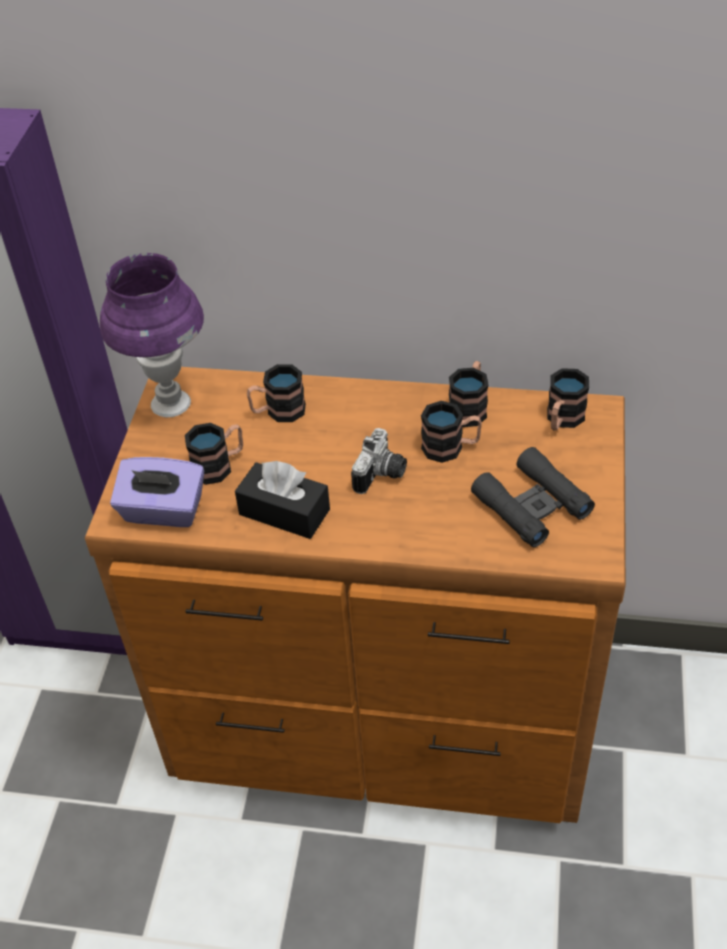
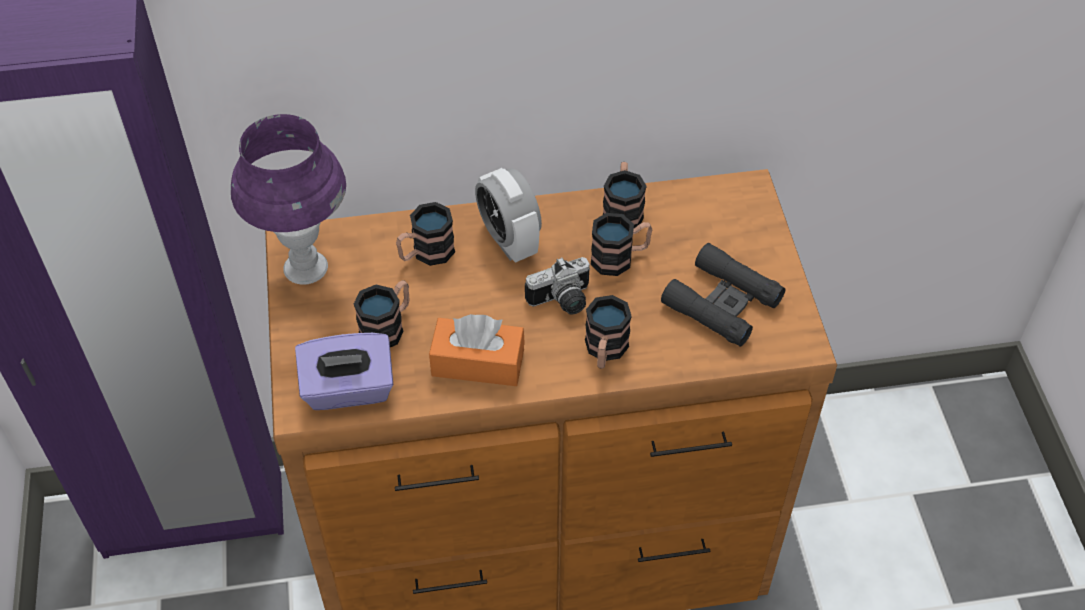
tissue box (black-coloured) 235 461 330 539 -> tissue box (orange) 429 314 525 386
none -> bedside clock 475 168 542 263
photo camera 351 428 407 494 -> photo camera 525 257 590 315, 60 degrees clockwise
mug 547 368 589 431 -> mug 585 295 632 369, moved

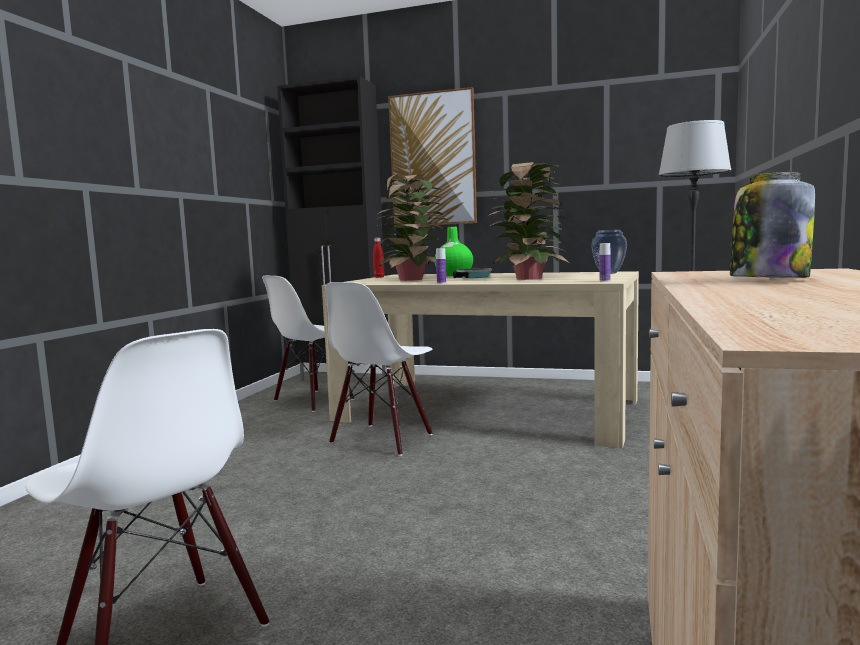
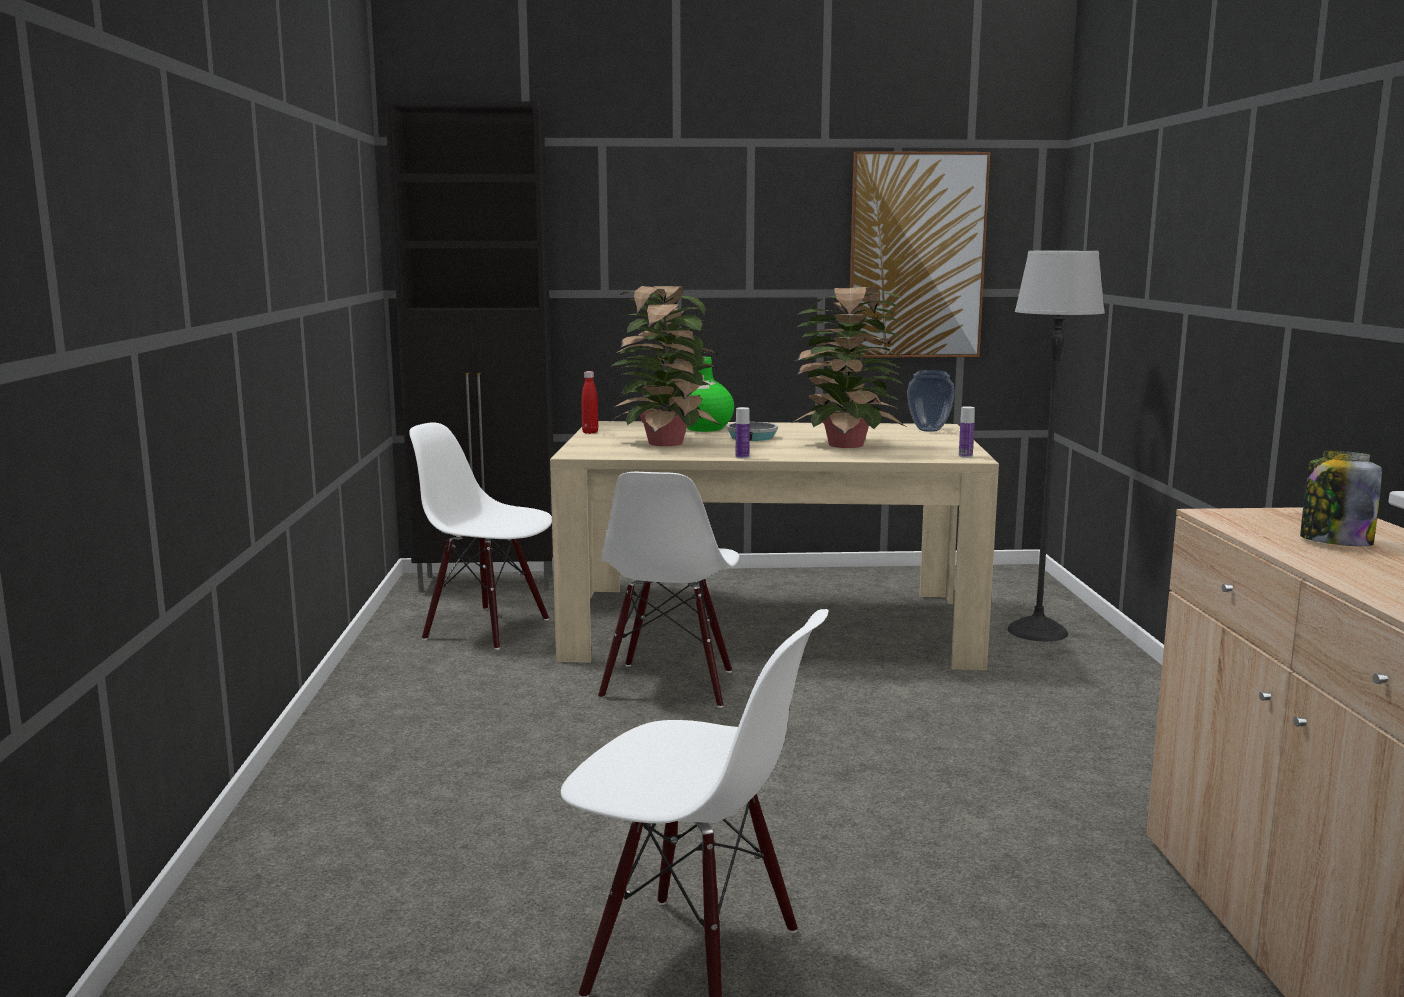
chair (white) 262 276 354 412 -> chair (white) 409 422 552 650, 90 degrees clockwise
wall picture 388 87 477 227 -> wall picture 850 151 990 358, moved

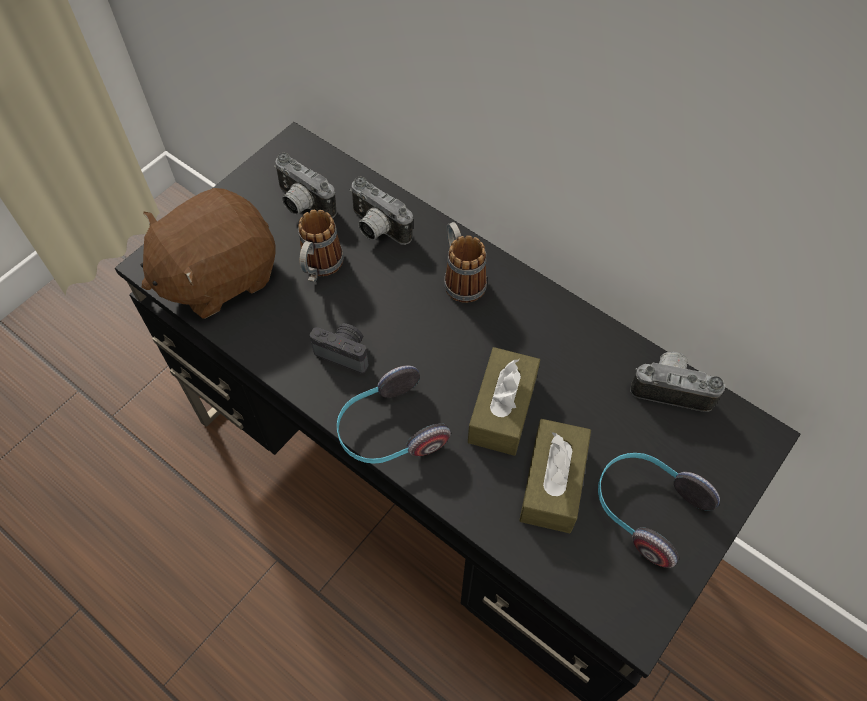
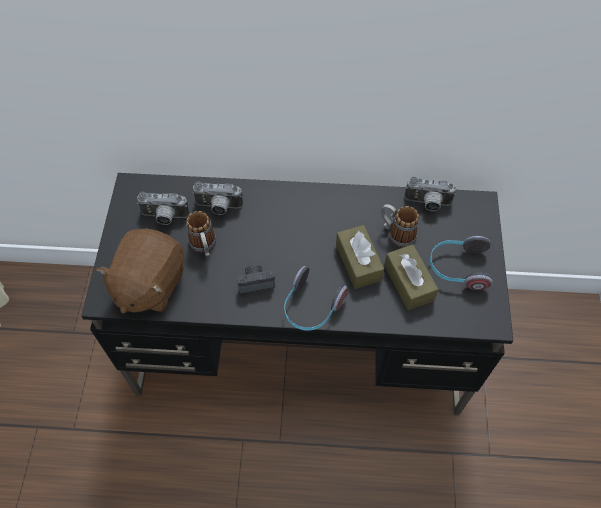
mug 444 222 487 303 -> mug 381 204 419 247, moved
photo camera 630 352 725 412 -> photo camera 404 177 456 211, 150 degrees counterclockwise

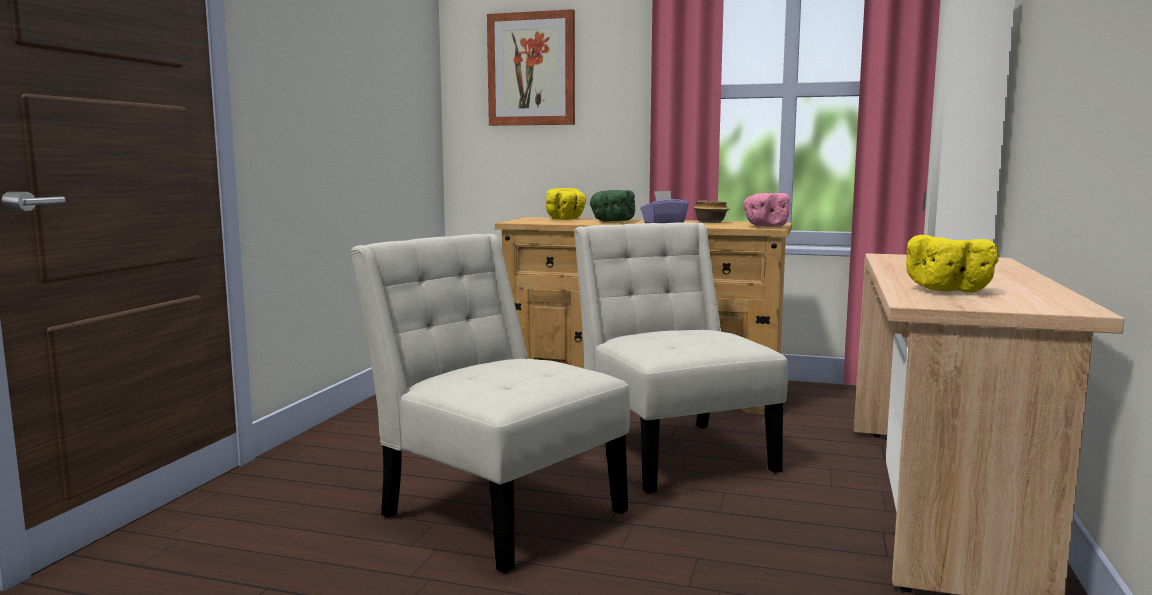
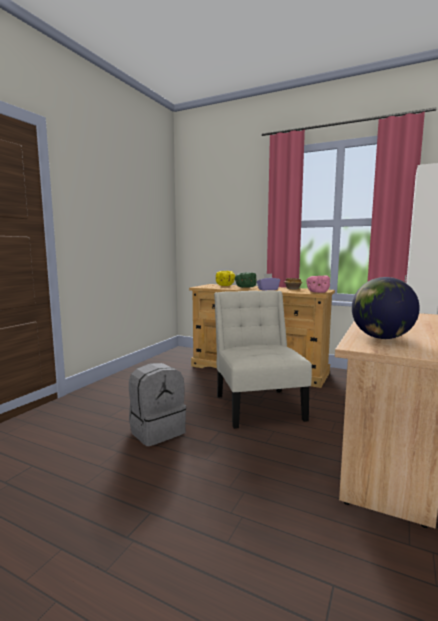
chair (white) 350 234 630 574 -> knapsack (grey) 129 363 186 446
deep dish (yellow-coloured) 906 235 999 293 -> world globe 352 277 420 339
wall picture 487 9 575 126 -> none

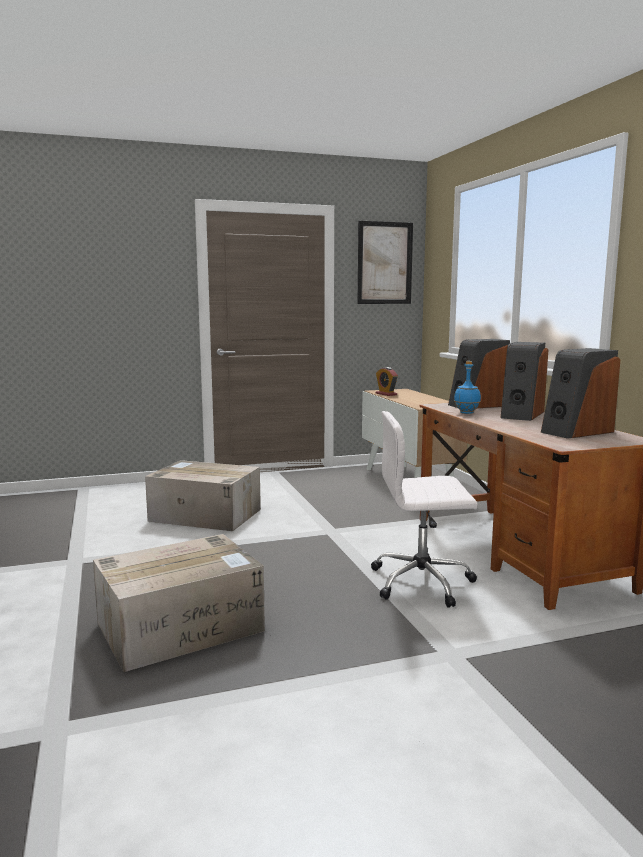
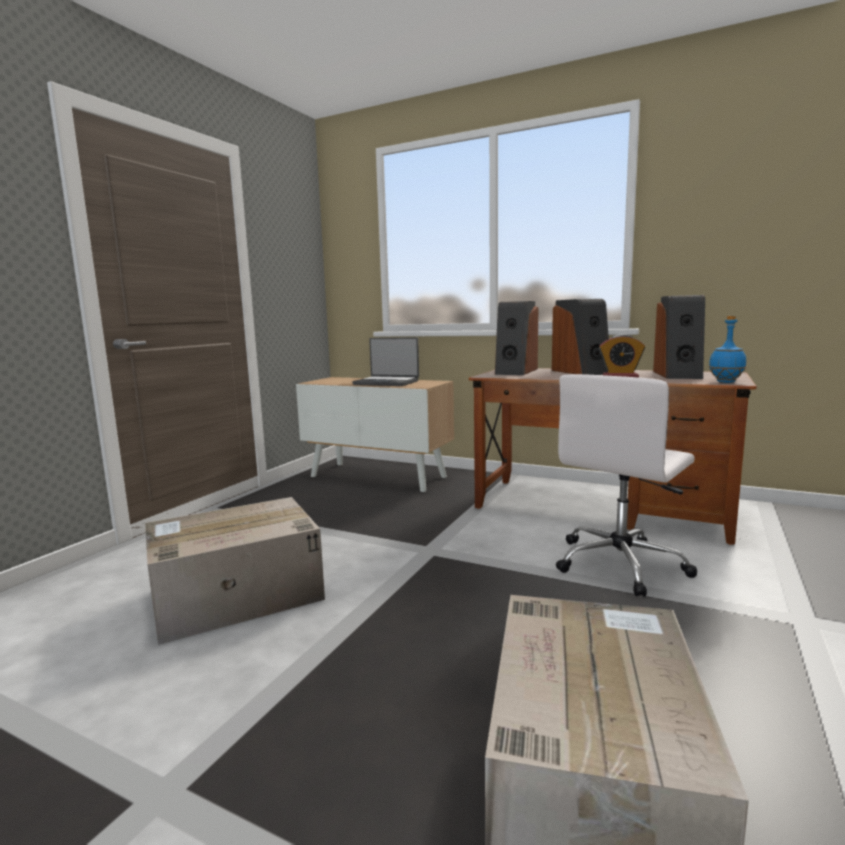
none -> laptop 352 337 419 386
bedside clock 376 367 398 396 -> bedside clock 599 334 645 377, moved
beverage bottle (blue) 454 361 481 414 -> beverage bottle (blue) 709 316 746 383, moved
wall picture 357 221 413 304 -> none

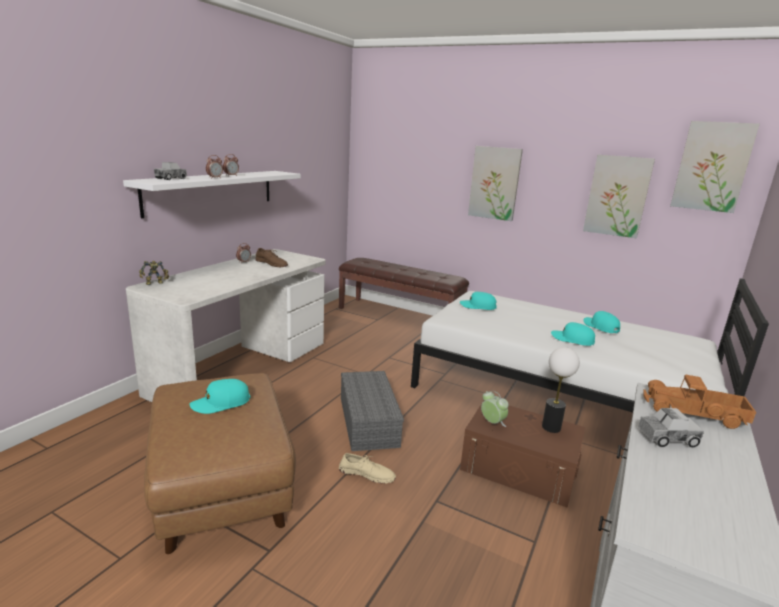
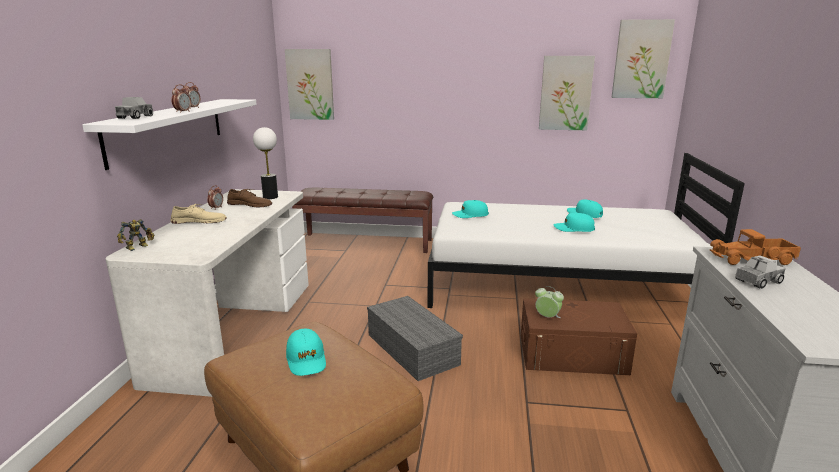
low shoe (sand-coloured) 339 453 396 484 -> low shoe (sand-coloured) 171 204 227 224, moved
tabletop lamp 542 347 580 433 -> tabletop lamp 253 127 278 199, moved
wall picture 468 146 523 221 -> wall picture 285 49 334 120, moved
cap (blue-green) 190 379 251 414 -> cap (blue-green) 286 329 326 376, 60 degrees counterclockwise

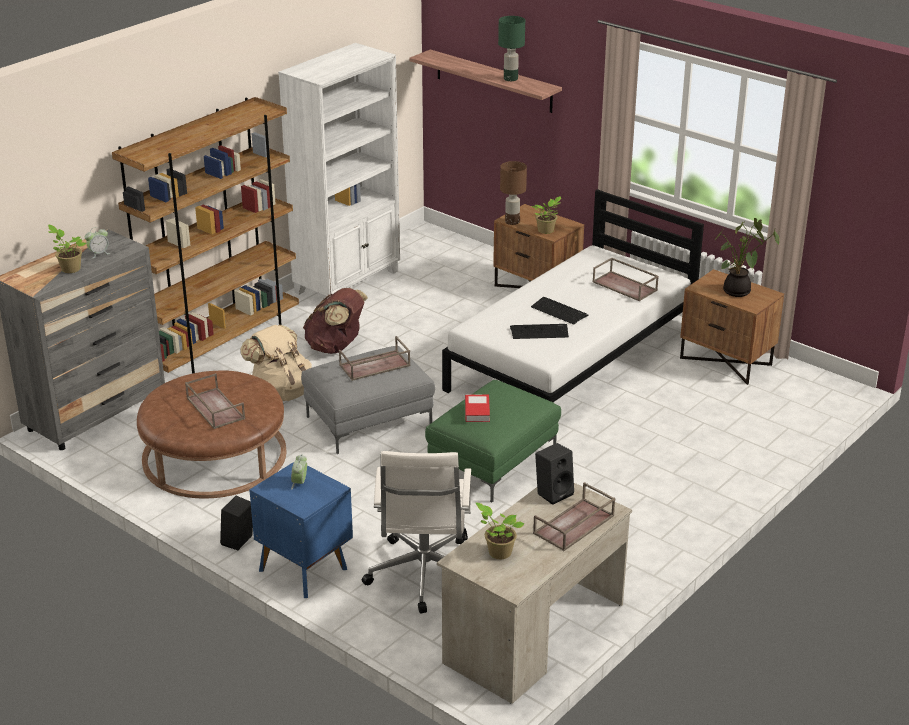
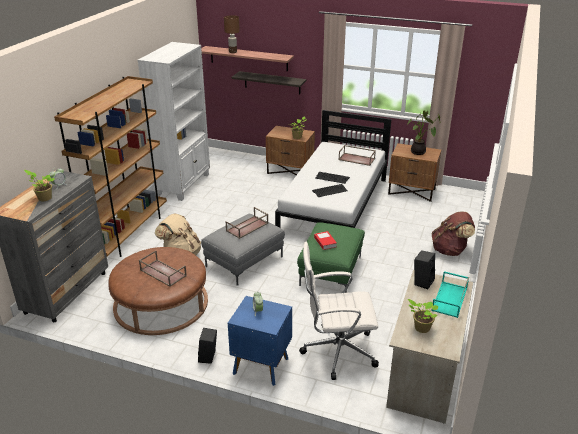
tabletop lamp (brownish) 500 161 527 225 -> tabletop lamp (brownish) 224 15 240 53, moved
none -> wall shelf 232 71 306 95
office chair (white) 362 451 471 613 -> office chair (white) 299 242 379 380, 105 degrees clockwise
tray (brownish) 533 482 615 551 -> tray (blue-green) 431 271 469 318
knapsack (brownish) 303 288 368 354 -> knapsack (brownish) 432 212 475 256, moved
tabletop lamp (green-coloured) 498 16 525 81 -> none

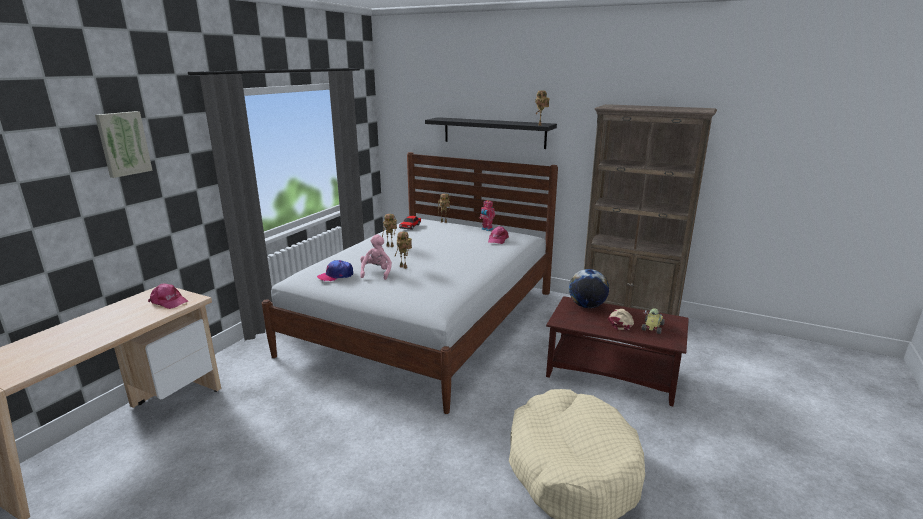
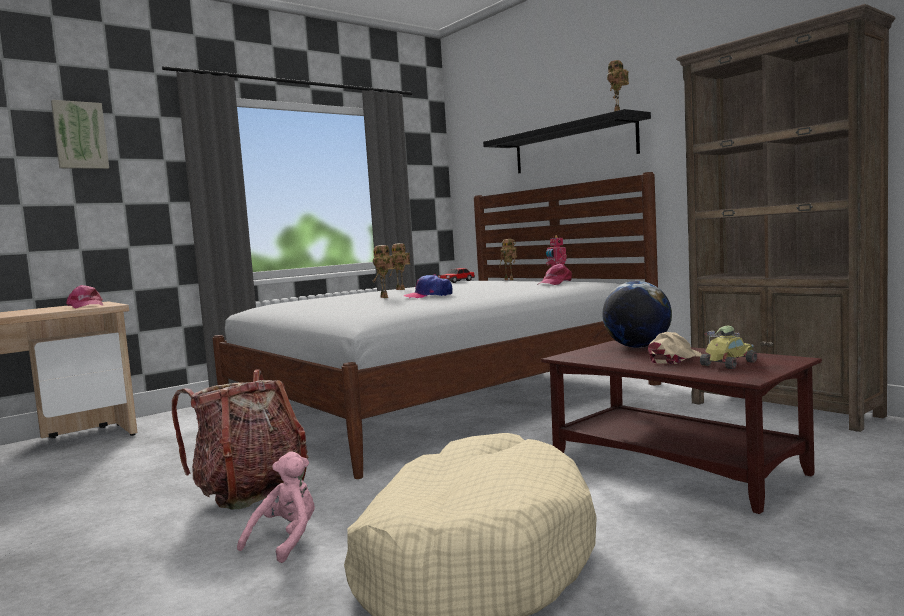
none -> knapsack 172 370 308 509
cuddly toy (pink) 360 234 392 280 -> cuddly toy (pink) 237 452 315 563, moved
cap 317 260 353 281 -> cap 403 274 453 298, moved

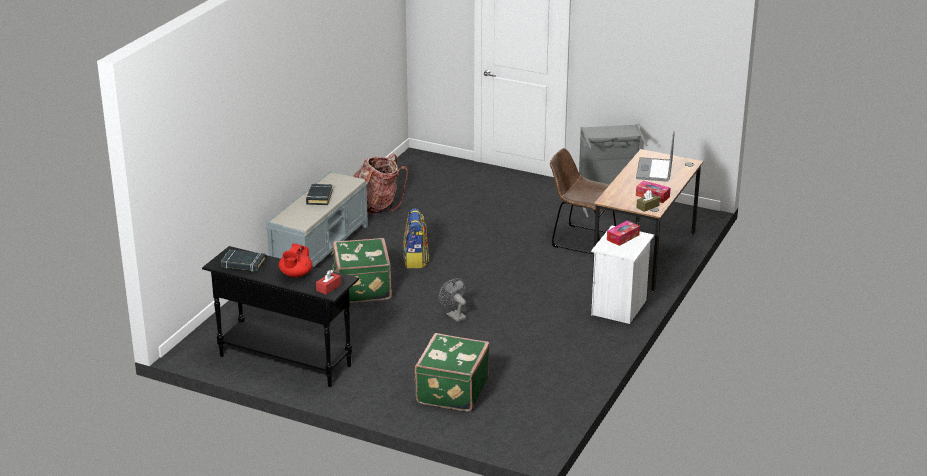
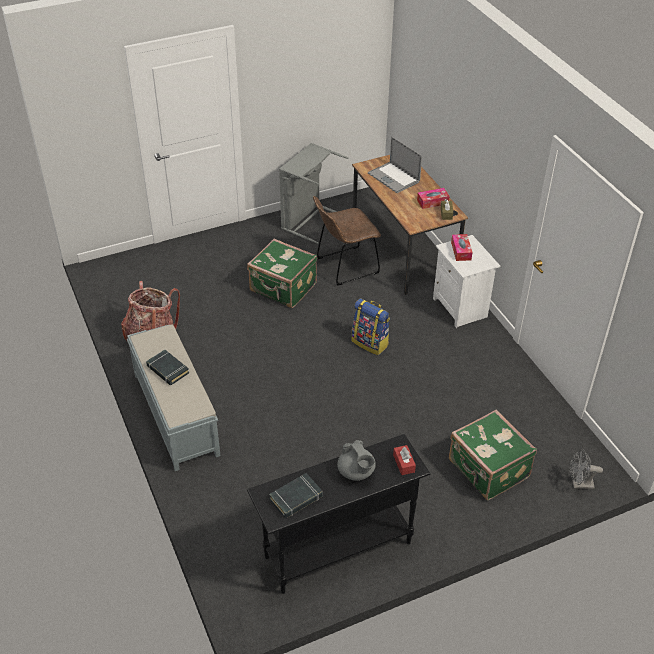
travel case (green-coloured) 331 238 392 303 -> travel case (green-coloured) 247 239 317 308, moved
pot for tea (reddish) 279 243 312 278 -> pot for tea (grey) 337 440 376 481
knapsack 403 209 429 268 -> knapsack 352 298 390 355, moved
electric fan (grey) 439 278 466 322 -> electric fan (grey) 570 449 603 489, moved

